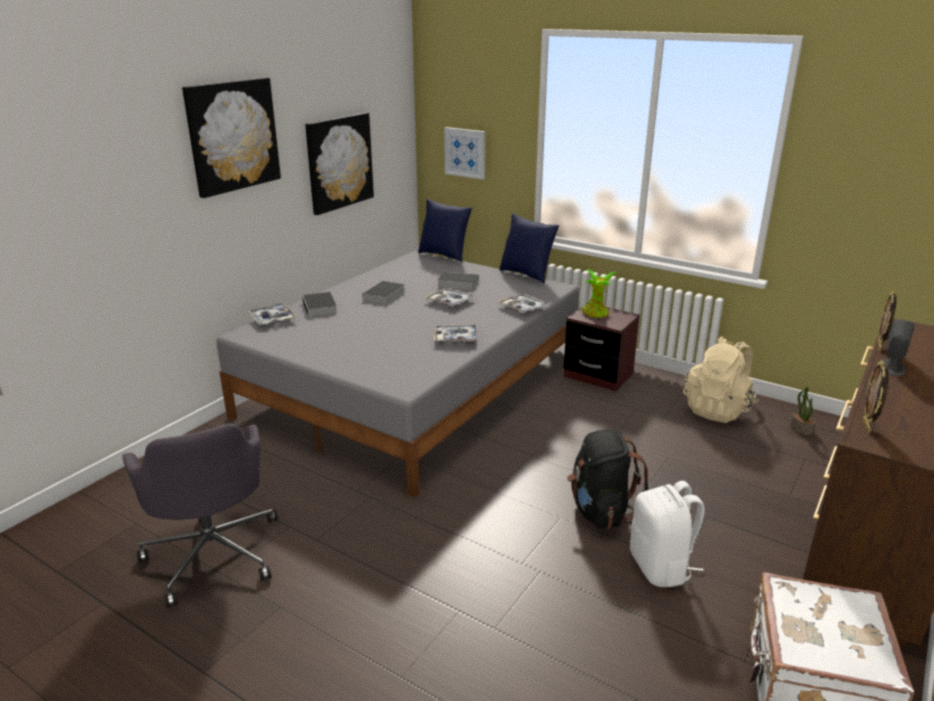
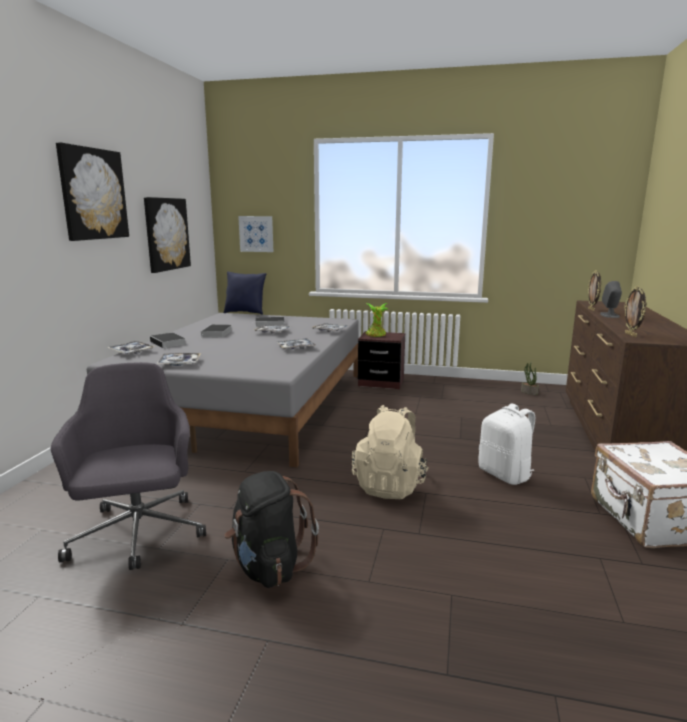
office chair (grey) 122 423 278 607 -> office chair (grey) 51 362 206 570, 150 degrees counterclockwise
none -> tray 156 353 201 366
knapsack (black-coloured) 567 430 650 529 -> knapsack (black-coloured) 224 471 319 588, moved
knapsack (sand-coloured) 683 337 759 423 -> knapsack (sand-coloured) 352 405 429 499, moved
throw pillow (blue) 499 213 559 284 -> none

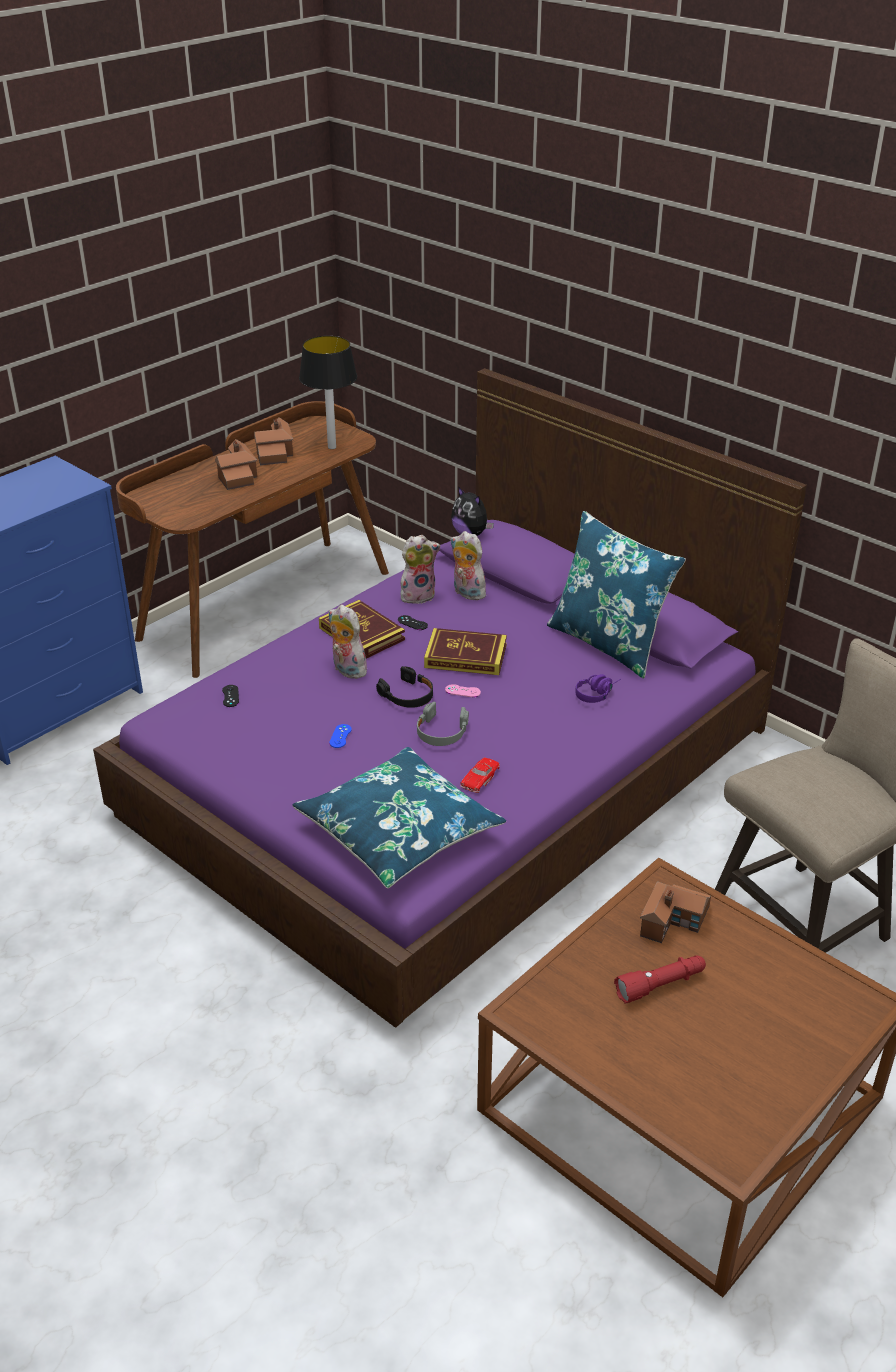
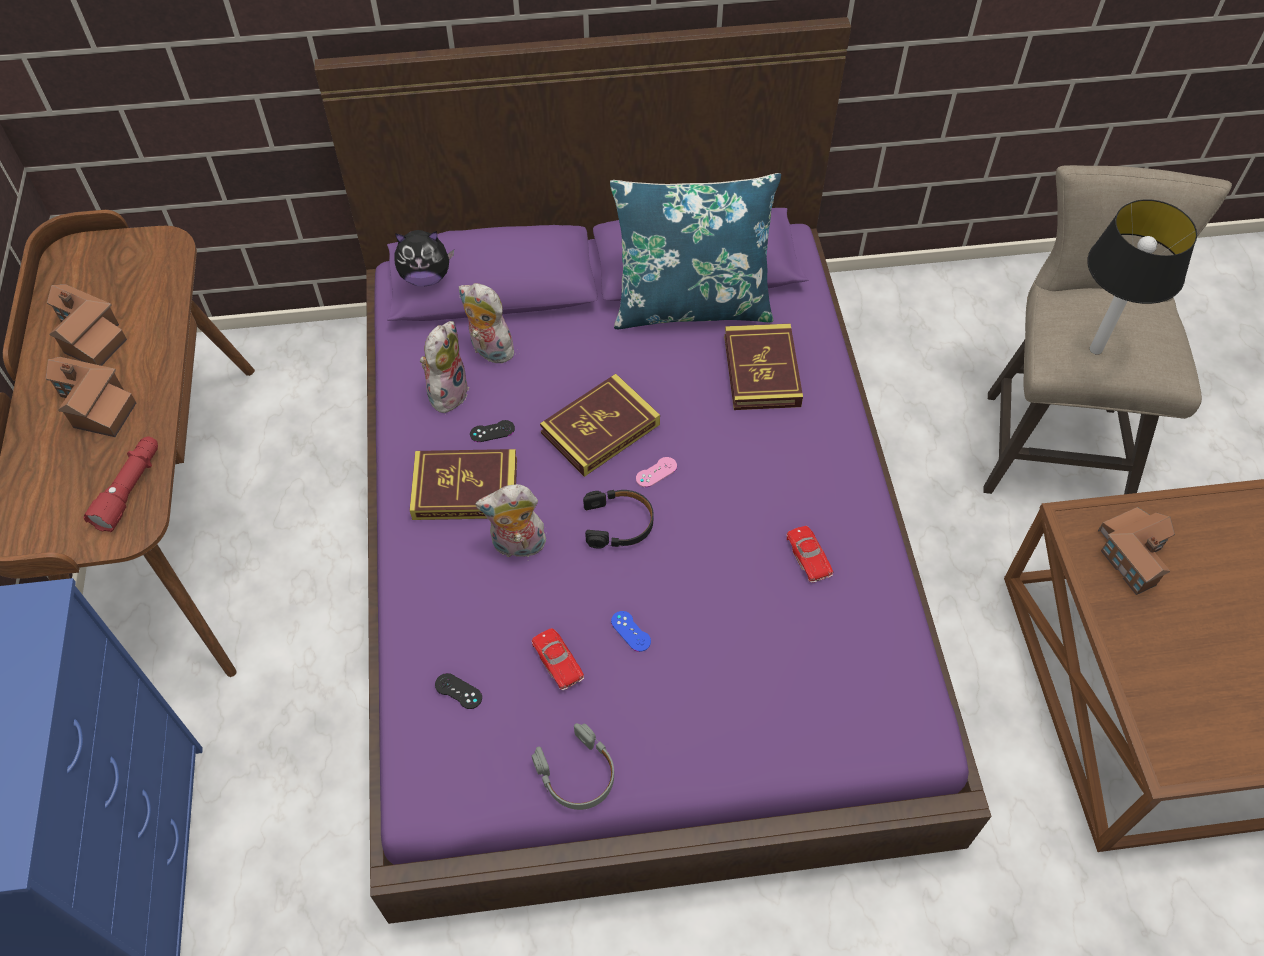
hand torch (reddish) 614 956 706 1004 -> hand torch (reddish) 84 436 158 532, moved
cuddly toy 451 531 486 601 -> cuddly toy 459 283 518 363, 45 degrees clockwise
none -> miniature car (reddish) 532 628 584 690
pair of headphones (grey) 417 702 469 746 -> pair of headphones (grey) 532 723 614 810, moved
pair of headphones (purple-coloured) 575 674 621 703 -> volume 724 324 803 410
tabletop lamp 299 336 357 449 -> tabletop lamp 1087 199 1197 355, moved
throw pillow (blue) 292 747 506 888 -> none

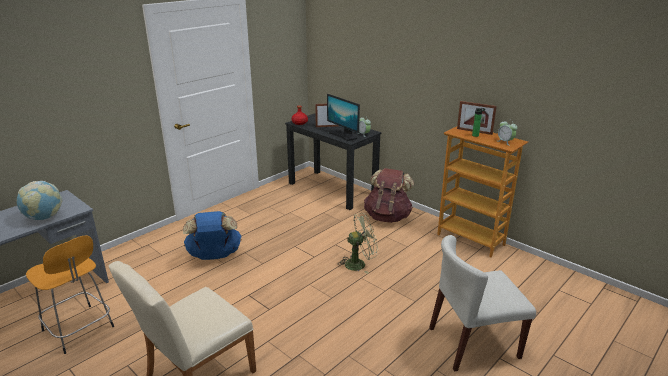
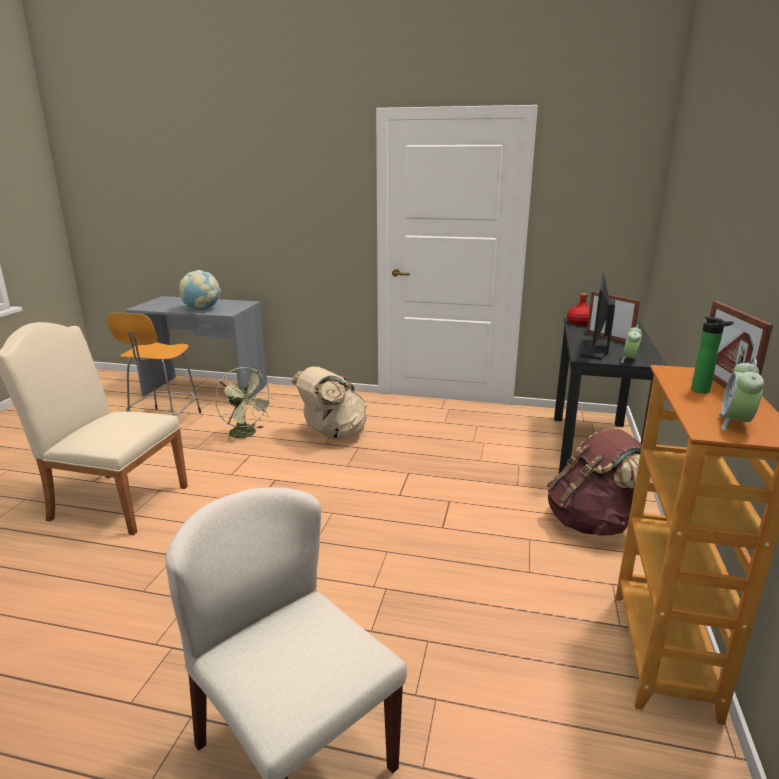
electric fan (green-coloured) 339 213 378 274 -> electric fan (green-coloured) 215 367 274 443, moved
knapsack (blue) 183 211 242 260 -> knapsack (sand-coloured) 291 367 367 439

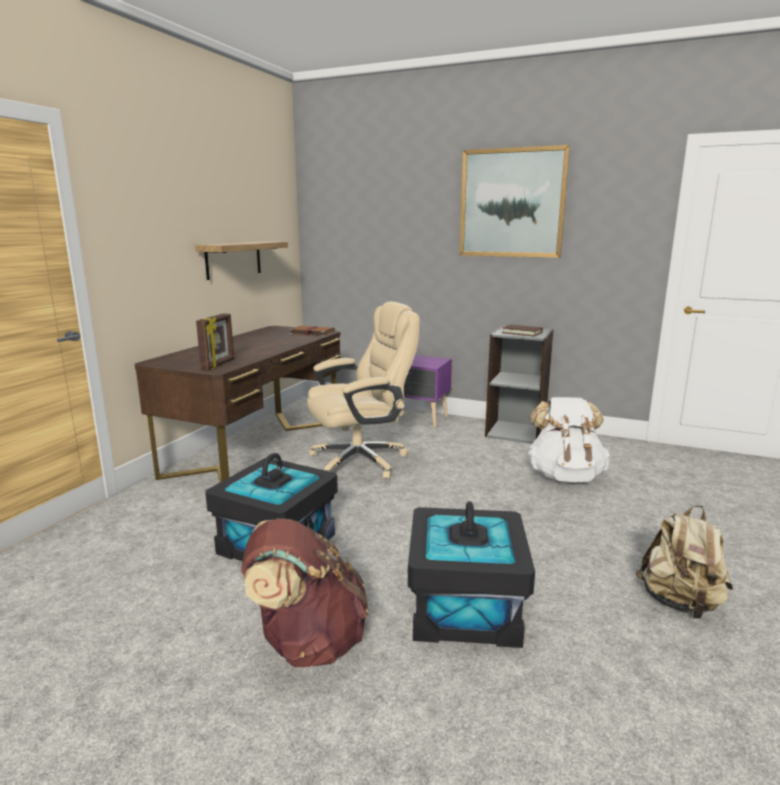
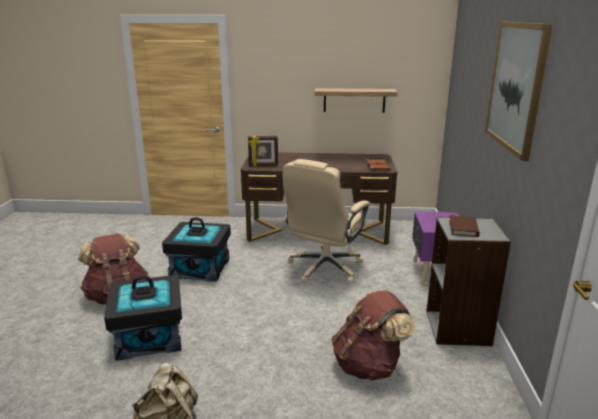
office chair (sand-coloured) 307 302 420 479 -> office chair (sand-coloured) 283 159 370 283, 75 degrees clockwise
knapsack (white) 527 397 610 482 -> knapsack (brownish) 331 290 415 381

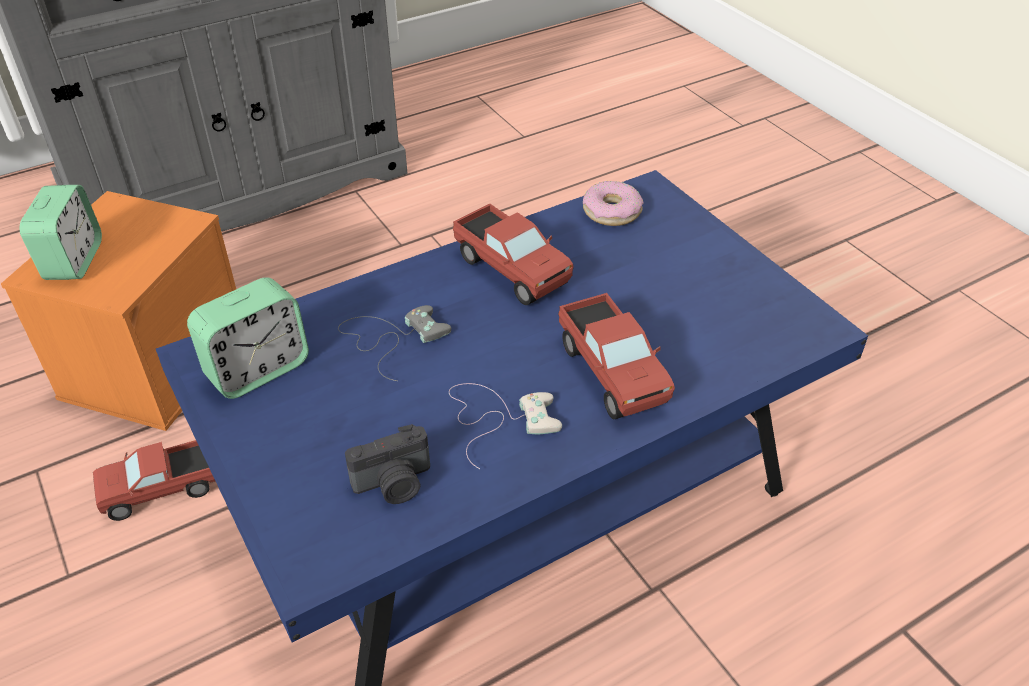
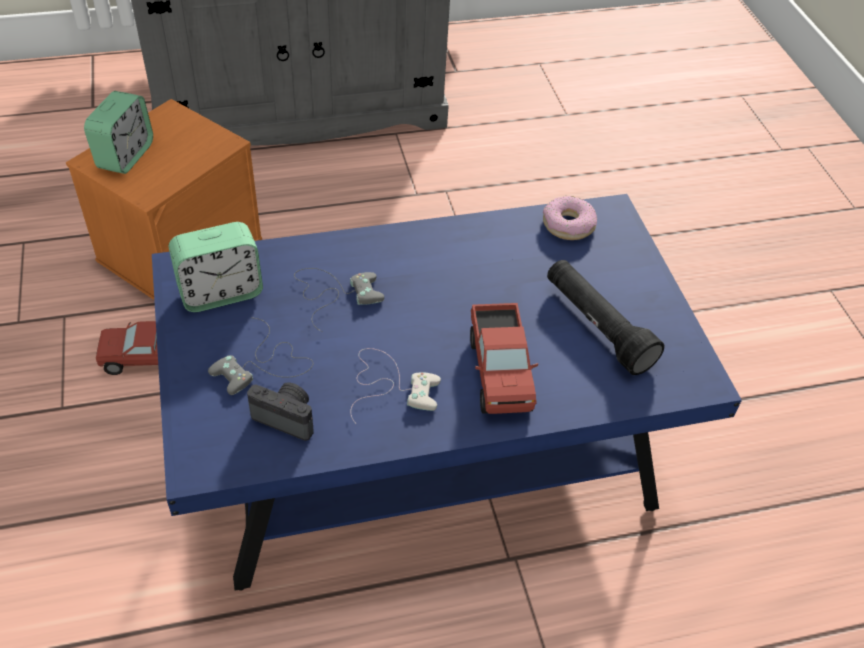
none -> joypad (grey) 208 317 313 395
photo camera 345 424 430 504 -> photo camera 247 382 314 441, 150 degrees counterclockwise
none -> hand torch (black-coloured) 547 260 664 375
model truck 453 204 573 305 -> none

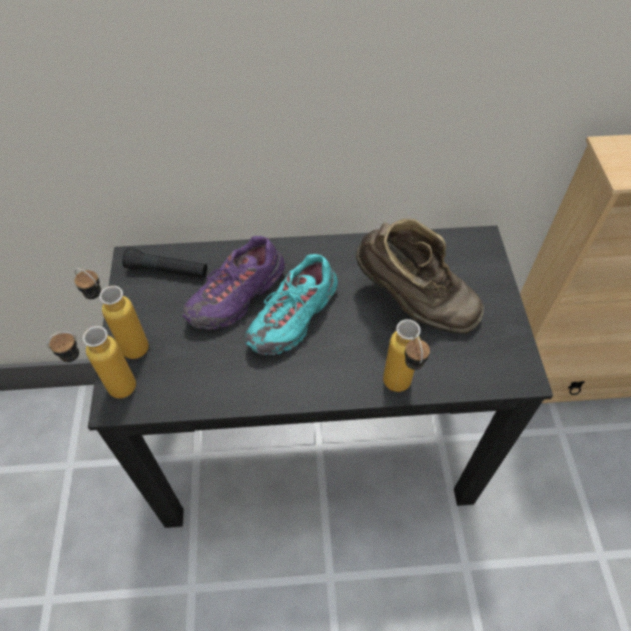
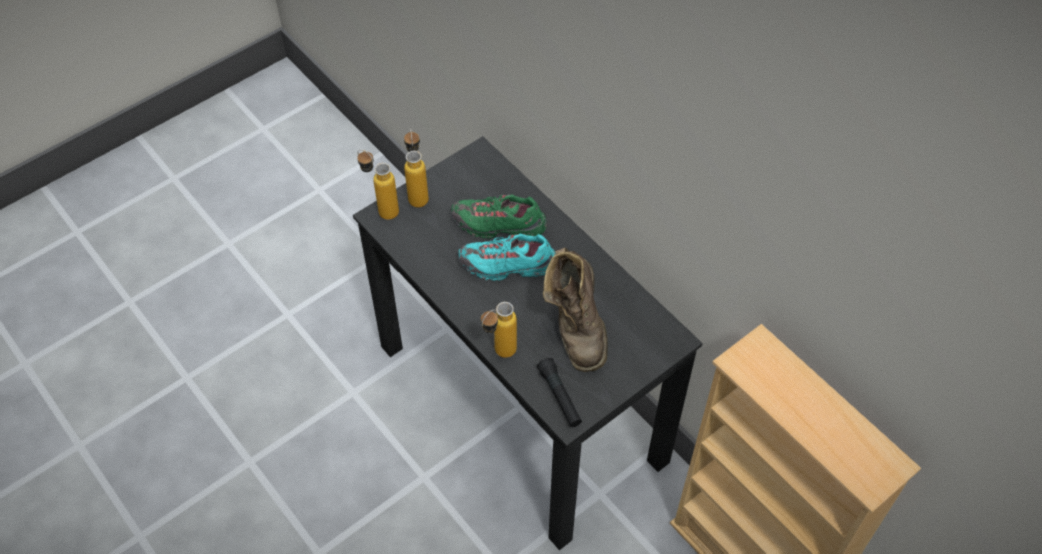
low shoe (purple-coloured) 182 236 285 330 -> low shoe (green-coloured) 451 194 547 239
hand torch (black-coloured) 122 248 207 278 -> hand torch (black-coloured) 537 358 582 427, moved

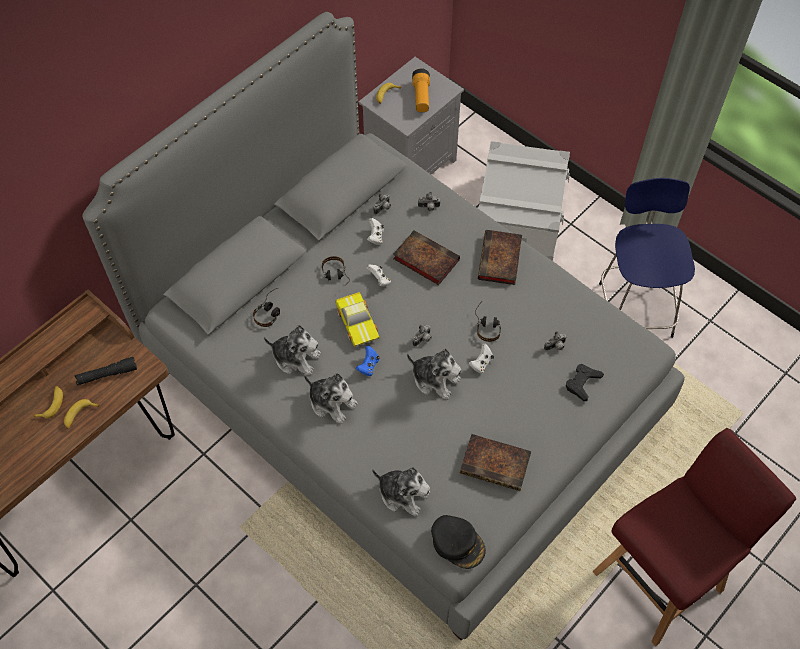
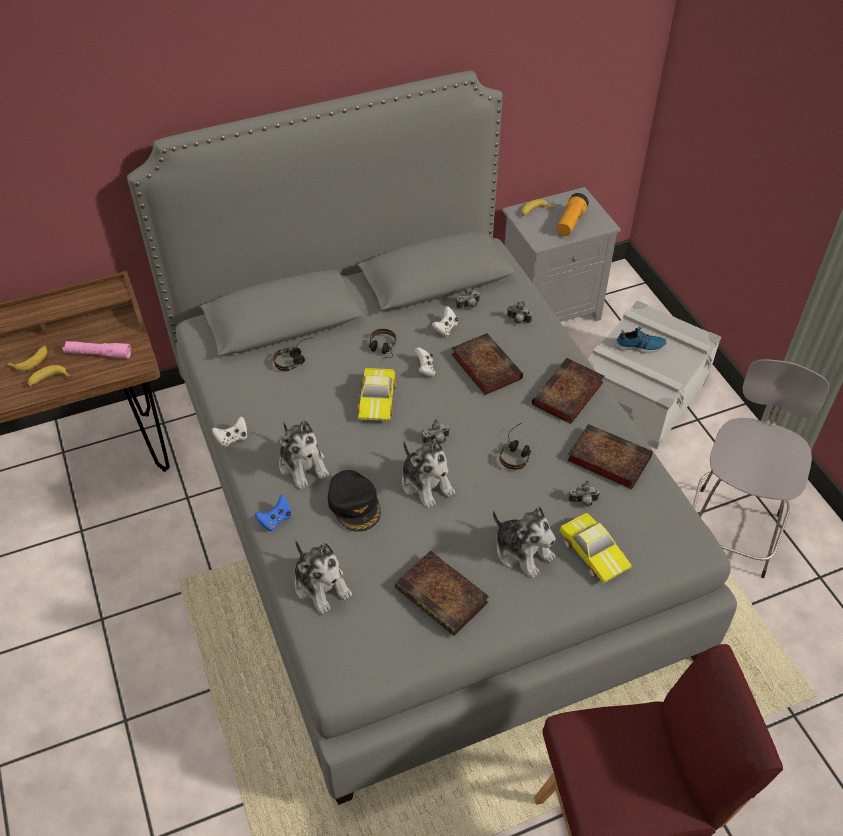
hand torch (black-coloured) 74 357 137 385 -> hand torch (pink) 63 341 131 359
joypad (white) 468 344 494 374 -> joypad (white) 212 416 247 447, moved
joypad (blue) 356 346 380 376 -> joypad (blue) 255 495 292 531, moved
cap (black-coloured) 431 515 486 569 -> cap (black-coloured) 328 470 381 532, moved
cuddly toy 264 325 321 375 -> cuddly toy 493 507 556 578, moved
joypad (black-coloured) 566 364 604 401 -> miniature car 559 513 632 583
none -> volume 567 424 653 489
none -> low shoe 615 327 666 353
stool seat (blue) 599 178 695 338 -> stool seat (grey) 693 359 829 578

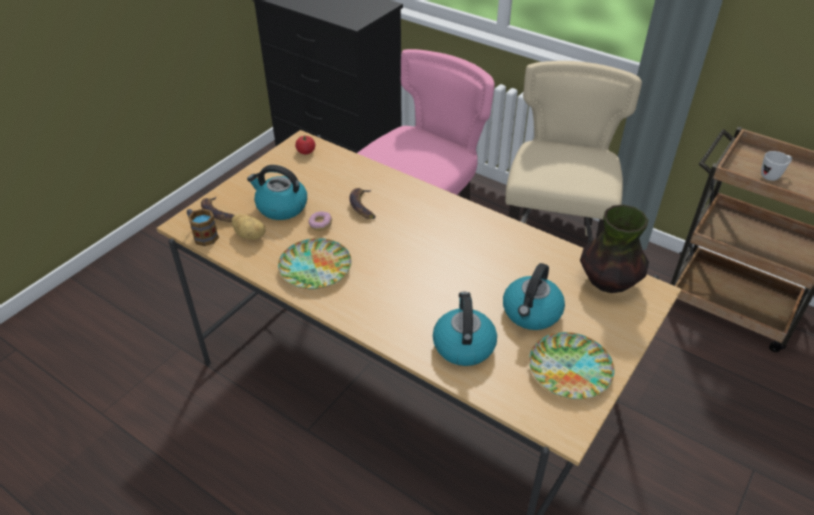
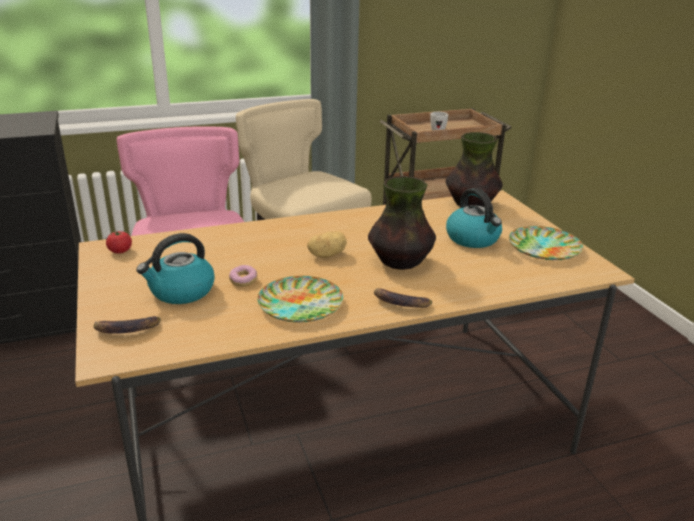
spud 232 214 265 240 -> spud 307 231 347 258, moved
none -> decorative vase 368 176 436 270
banana fruit 350 188 376 219 -> banana fruit 374 288 432 308, moved
mug 187 209 219 246 -> none
tea kettle 433 292 497 366 -> none

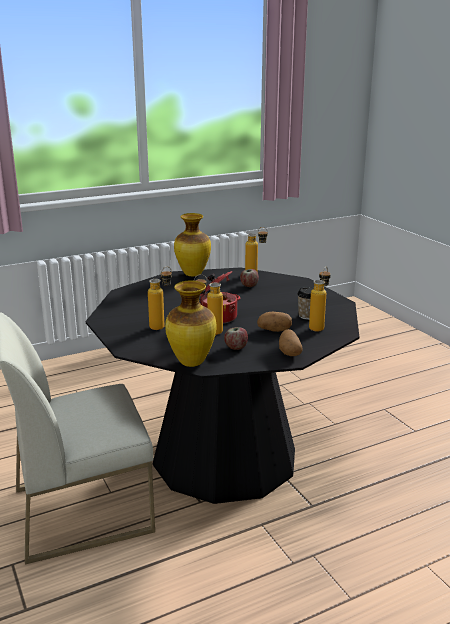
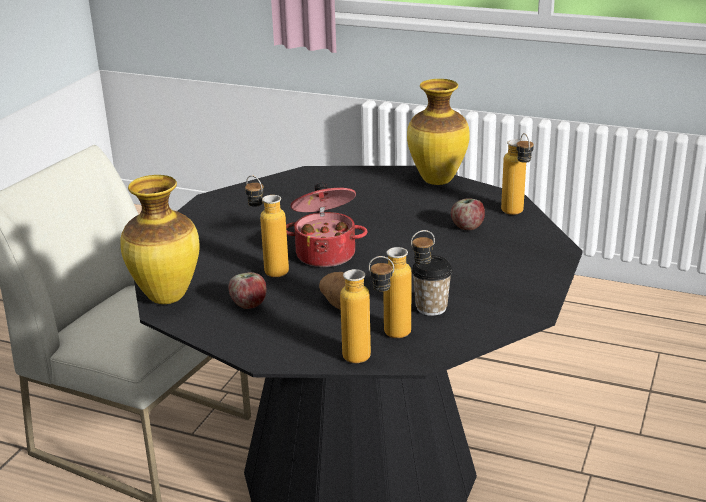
beverage bottle 148 266 172 330 -> beverage bottle 340 256 394 363, moved
spud 279 329 303 356 -> none

